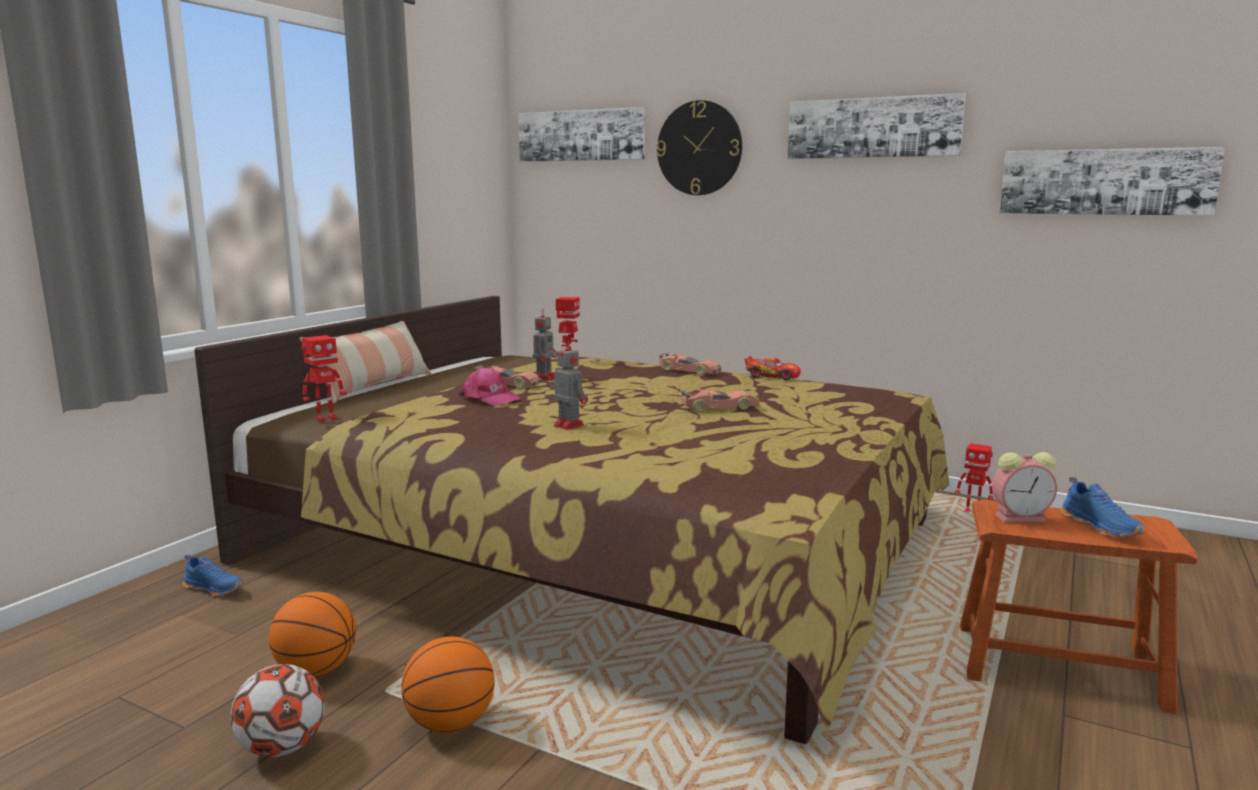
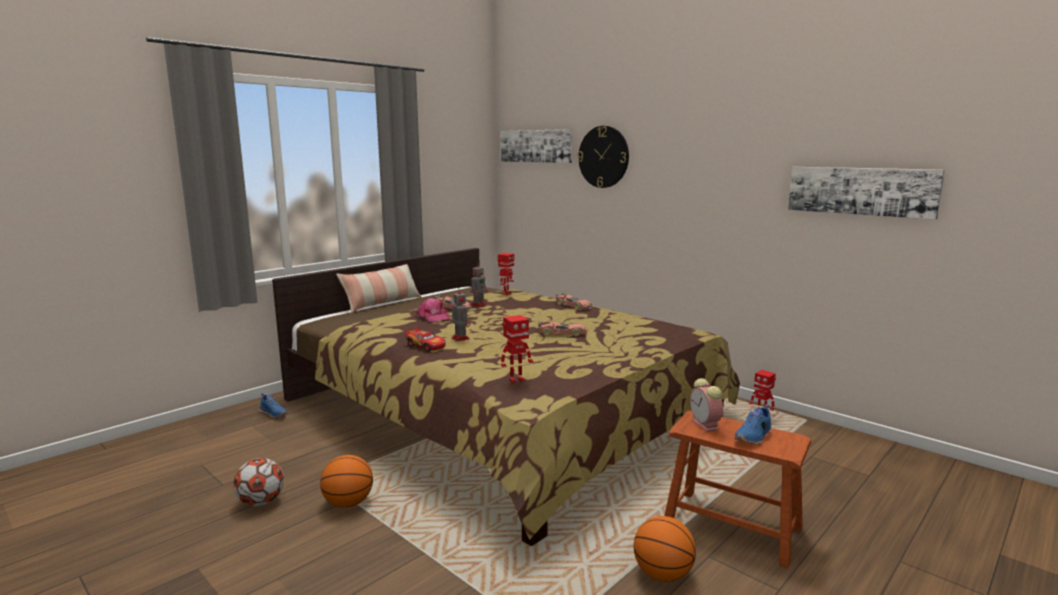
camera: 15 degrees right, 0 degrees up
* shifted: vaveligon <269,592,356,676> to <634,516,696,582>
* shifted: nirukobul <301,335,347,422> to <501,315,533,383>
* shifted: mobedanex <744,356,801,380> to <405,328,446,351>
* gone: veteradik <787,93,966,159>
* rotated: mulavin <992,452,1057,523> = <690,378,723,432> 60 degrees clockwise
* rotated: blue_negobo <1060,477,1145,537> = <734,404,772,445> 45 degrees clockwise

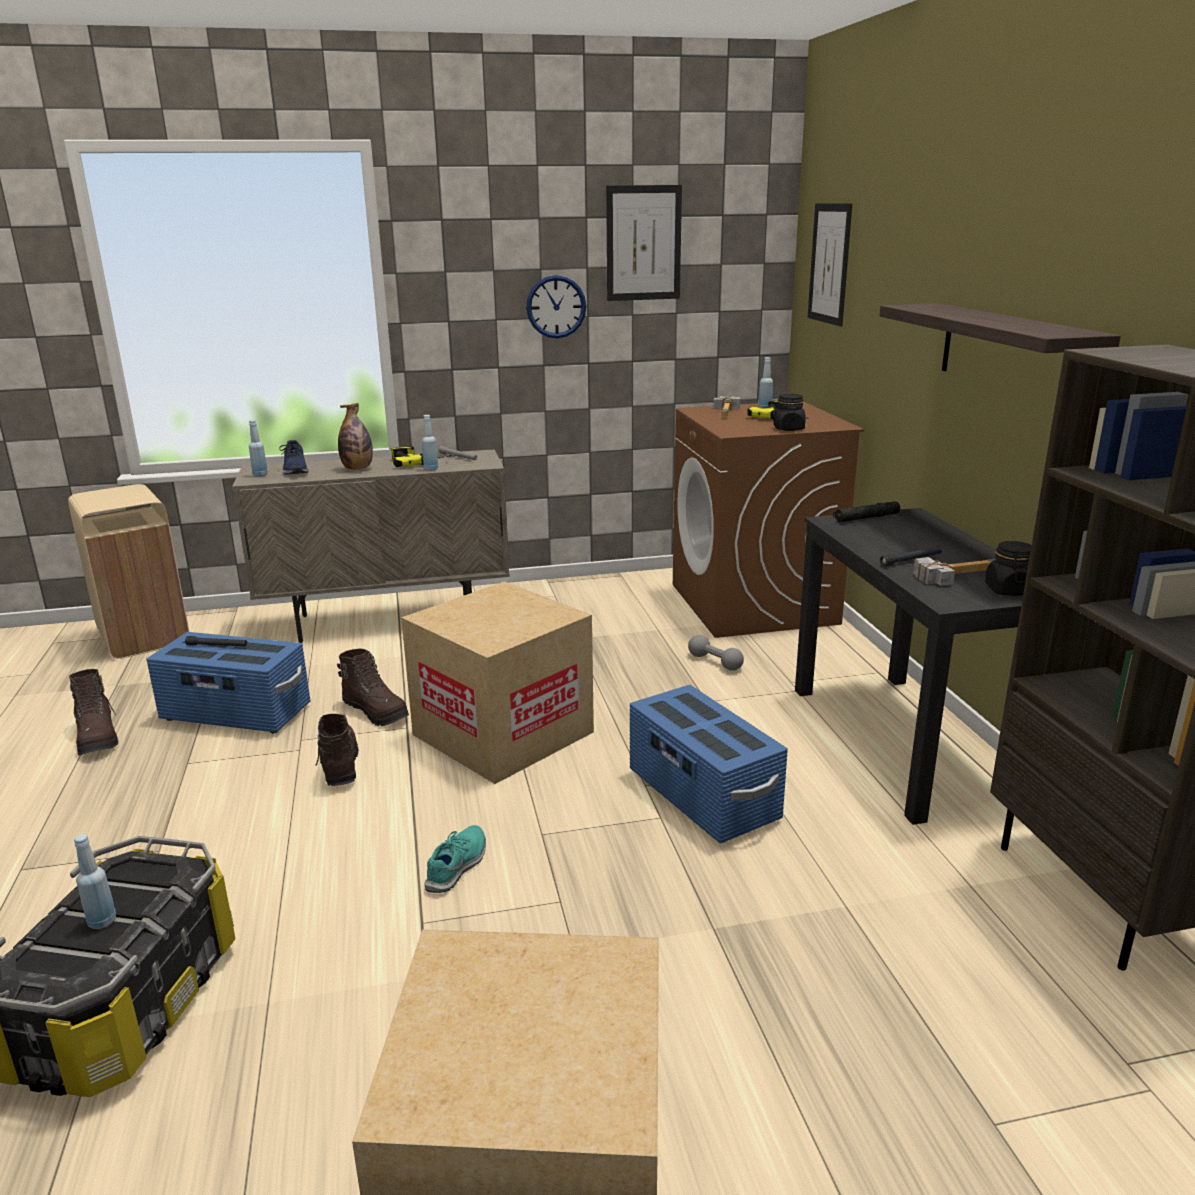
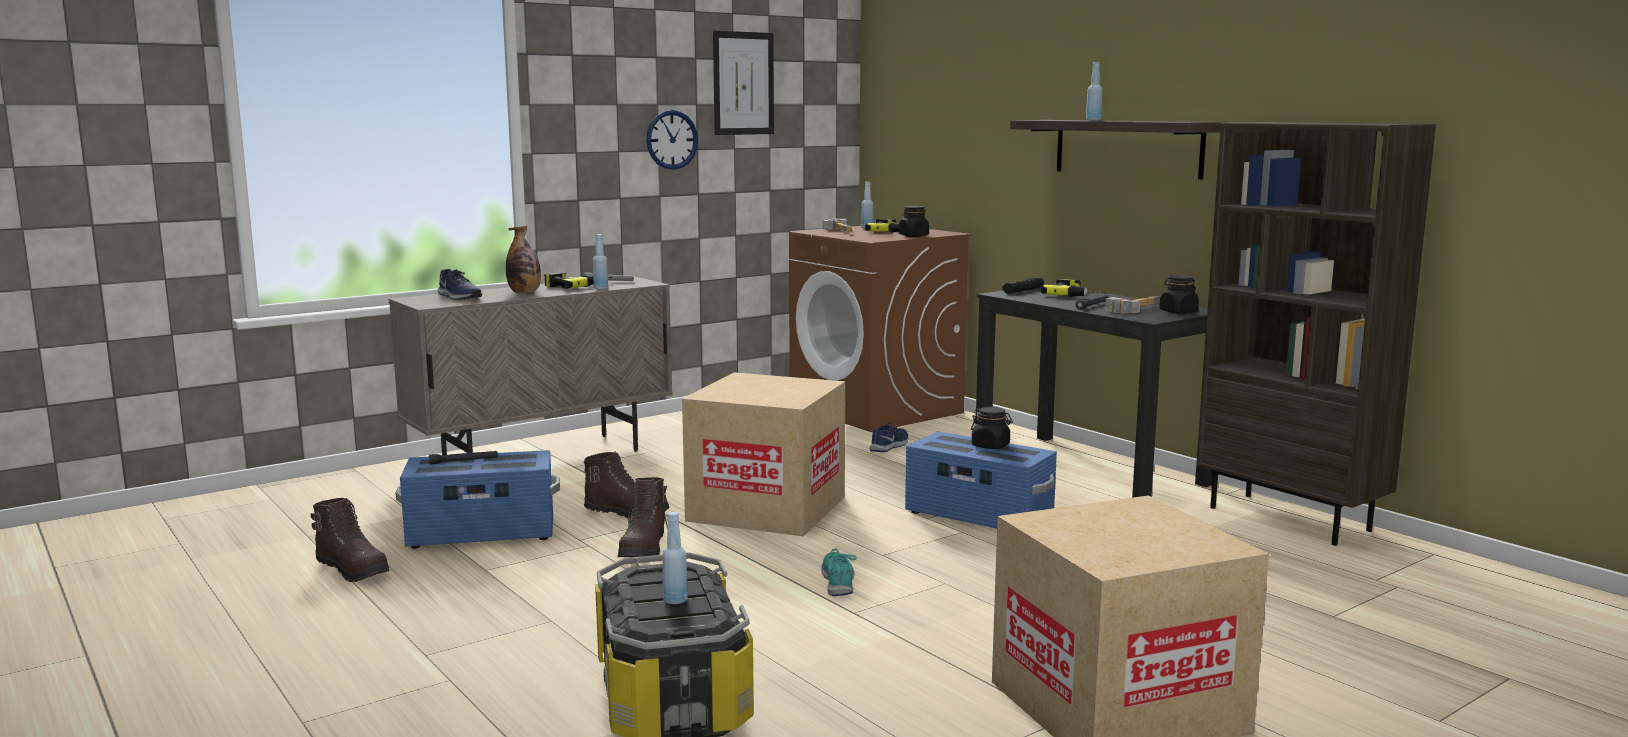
camera: 25 degrees left, 10 degrees down
* gone: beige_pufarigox <68,484,189,659>
* shifted: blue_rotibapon <249,420,268,477> to <1086,62,1102,121>
* rotated: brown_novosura <315,714,359,786> = <617,477,668,557> 135 degrees counterclockwise
* swapped: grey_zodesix <688,635,744,671> to blue_negobo <870,422,908,452>
* gone: veteradik <808,203,852,326>
* new: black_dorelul <971,407,1013,449>
* new: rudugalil <1041,279,1109,297>

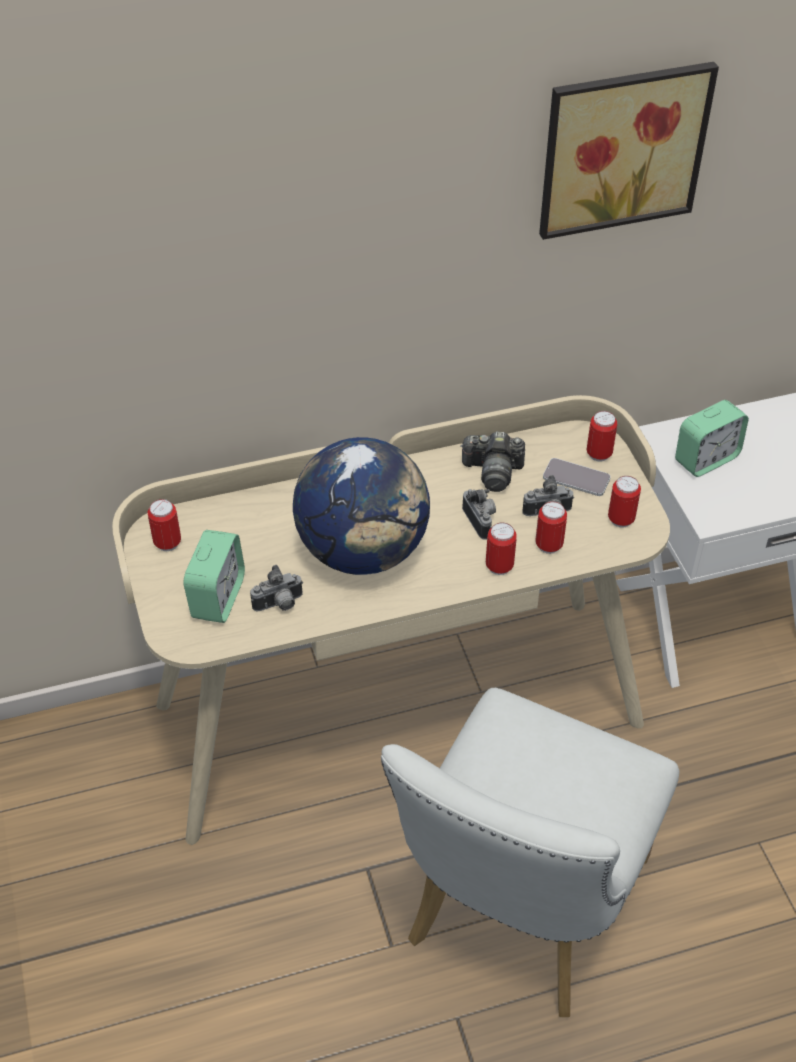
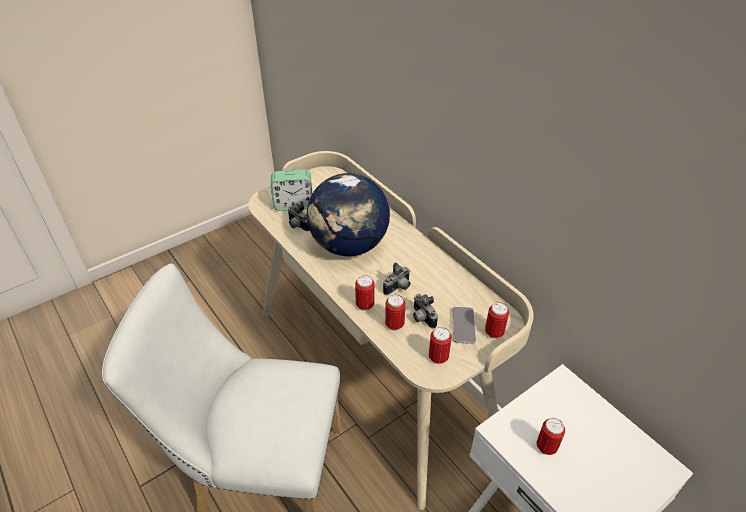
camera: 70 degrees right, 5 degrees down
* shifted: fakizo <148,499,181,551> to <537,418,565,455>
* gone: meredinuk <460,431,525,492>
* gone: veteradik <539,62,719,240>
* gone: mulavin <675,400,749,477>

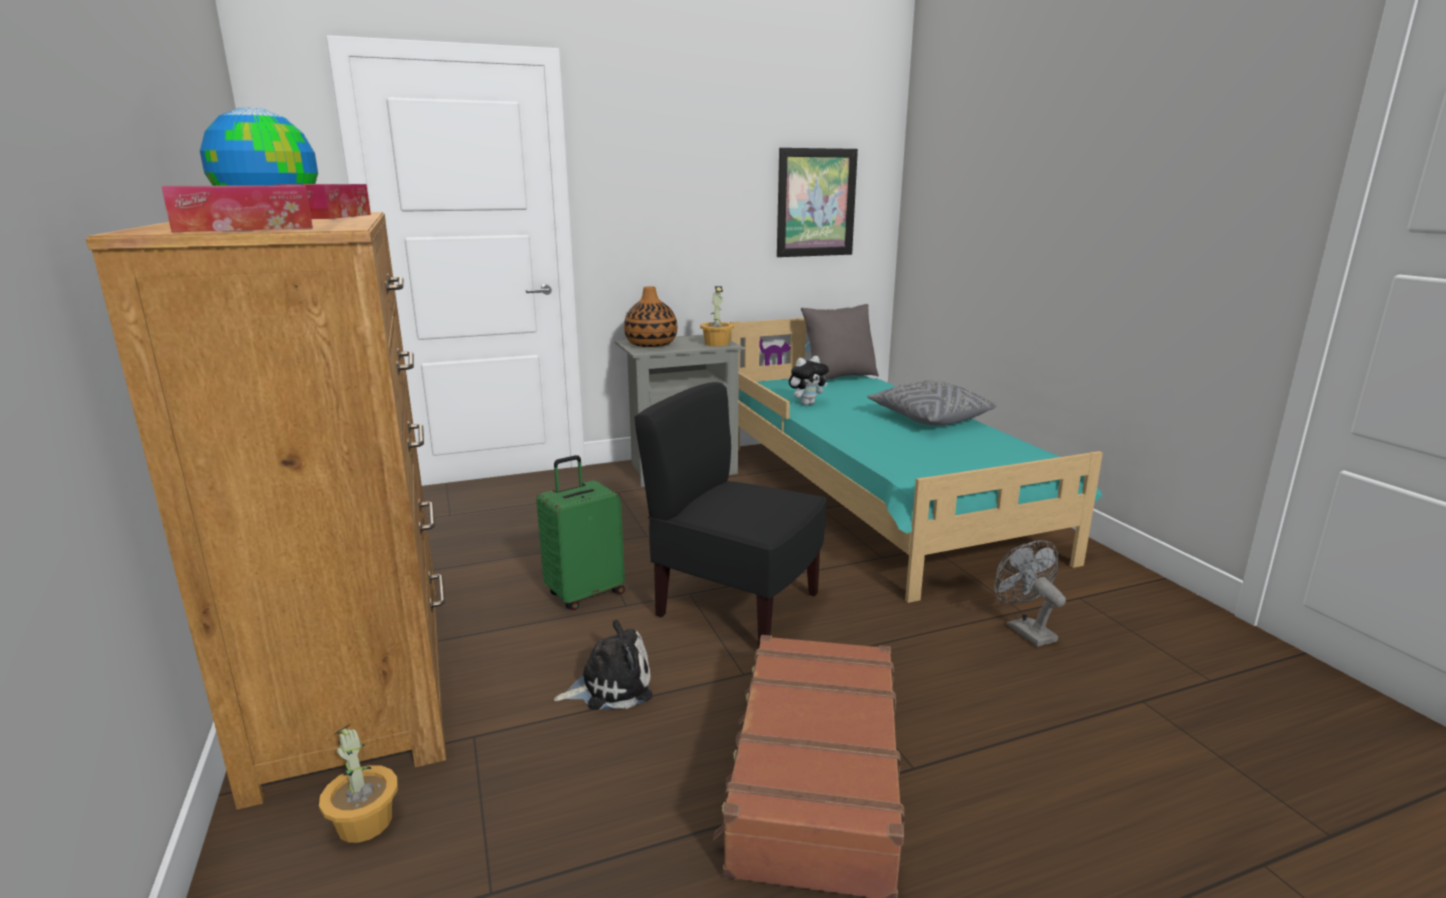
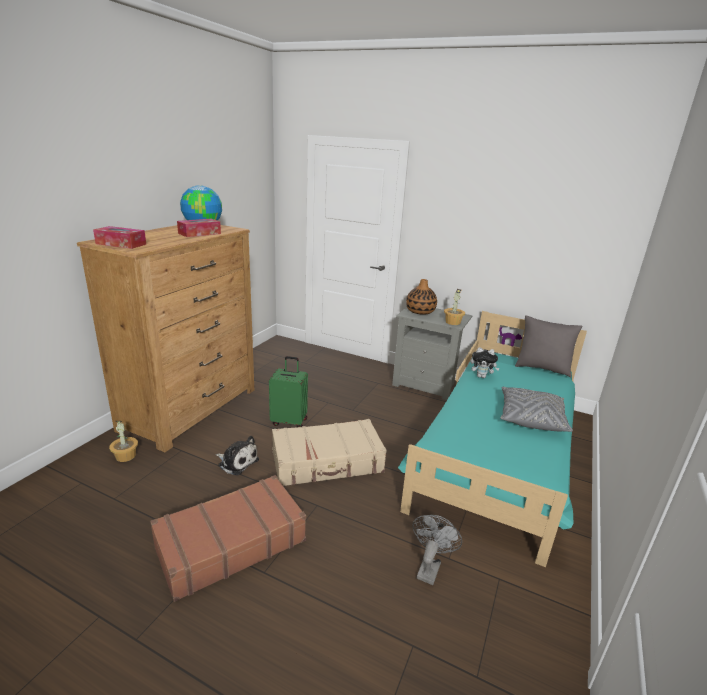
camera: 45 degrees right, 5 degrees up
* swapped: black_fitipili <634,382,827,648> to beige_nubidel <272,419,387,486>
* gone: veteradik <777,148,858,257>

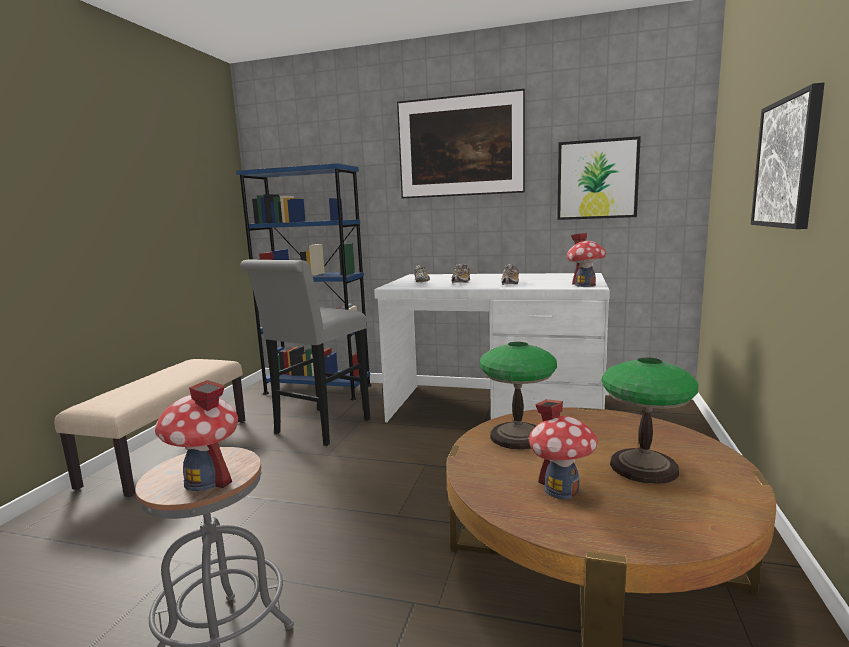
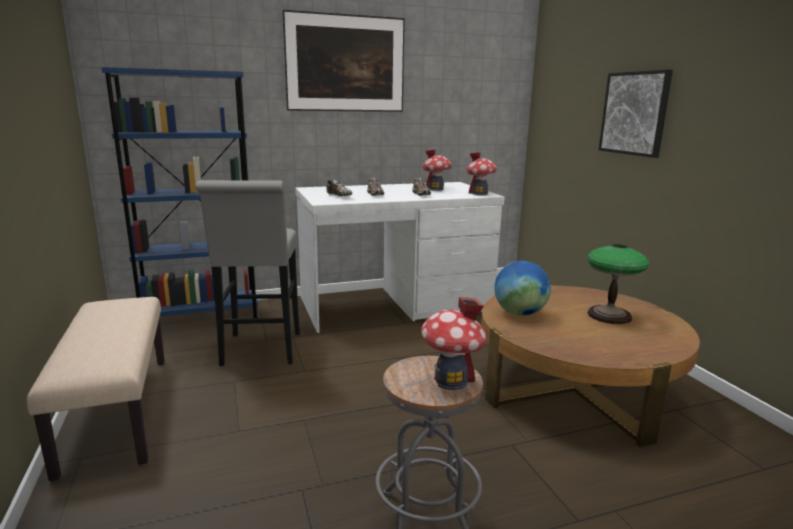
camera: 35 degrees left, 5 degrees up
* swapped: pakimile <479,342,557,450> to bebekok <494,261,551,316>
* shifted: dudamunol <529,399,598,499> to <423,149,452,191>
* gone: veteradik <557,136,641,220>

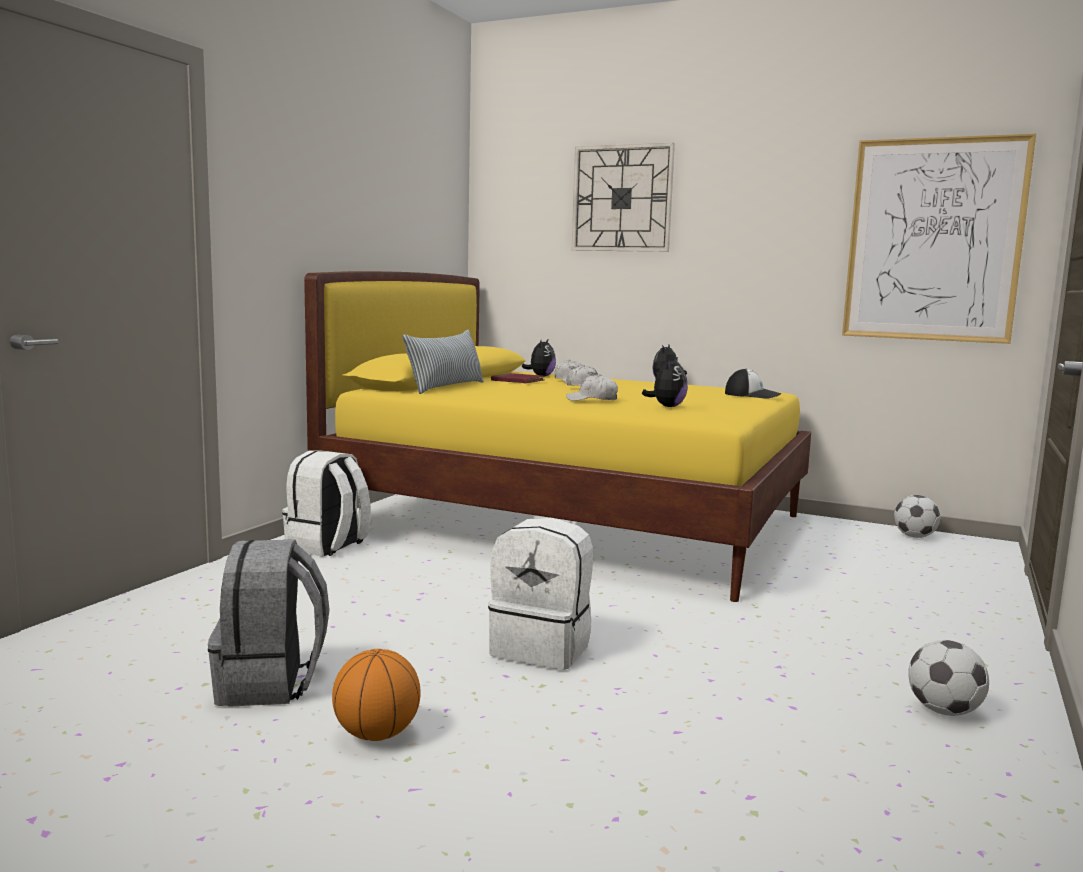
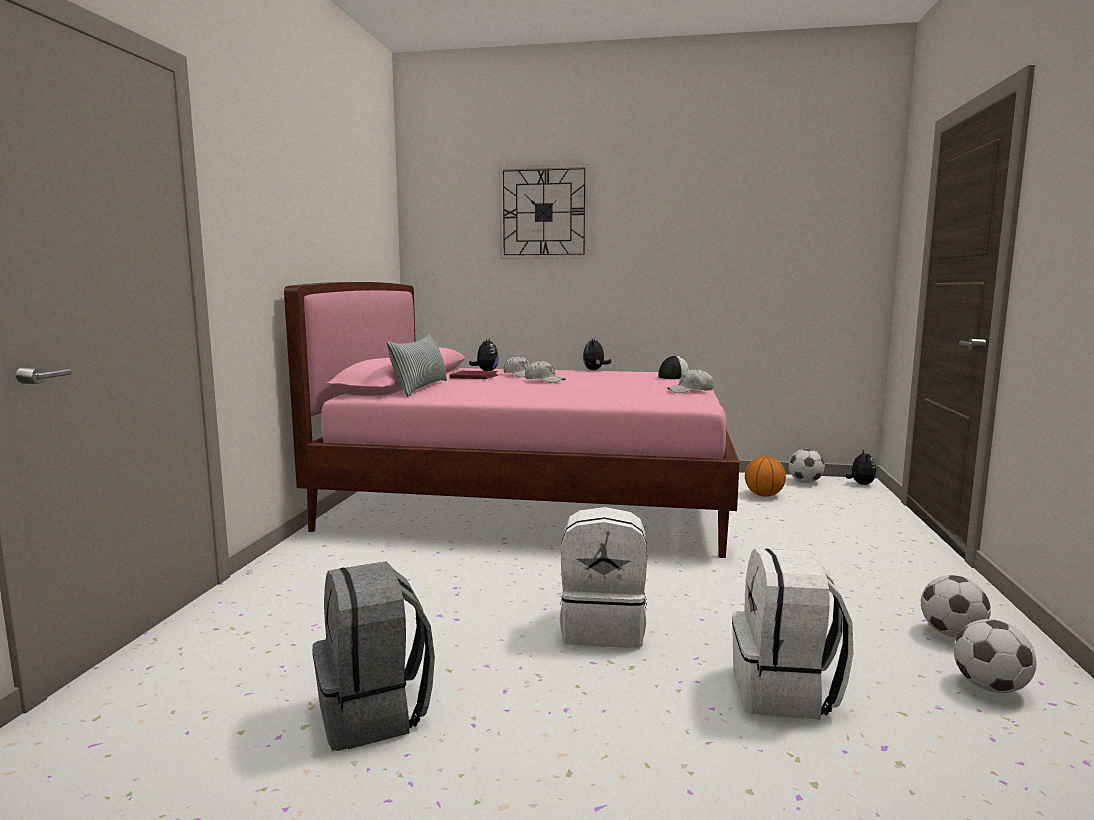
camera: 15 degrees left, 0 degrees up
* shifted: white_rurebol <282,451,371,557> to <732,549,854,719>
* repainted: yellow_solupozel <304,271,811,602> to pink_solupozel <284,282,740,558>
* shifted: vaveligon <332,649,421,741> to <745,456,786,497>
* shifted: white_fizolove <566,375,618,401> to <667,369,714,393>
* shifted: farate <642,357,688,407> to <846,450,876,485>
* gone: veteradik <842,133,1036,344>
* new: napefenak <954,619,1037,693>

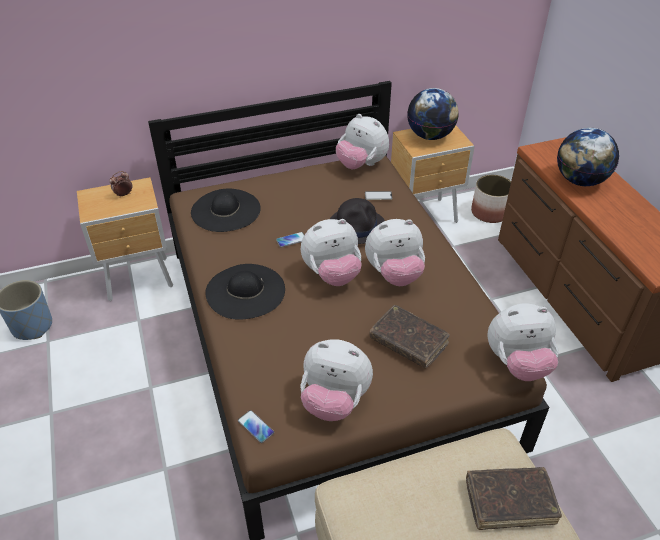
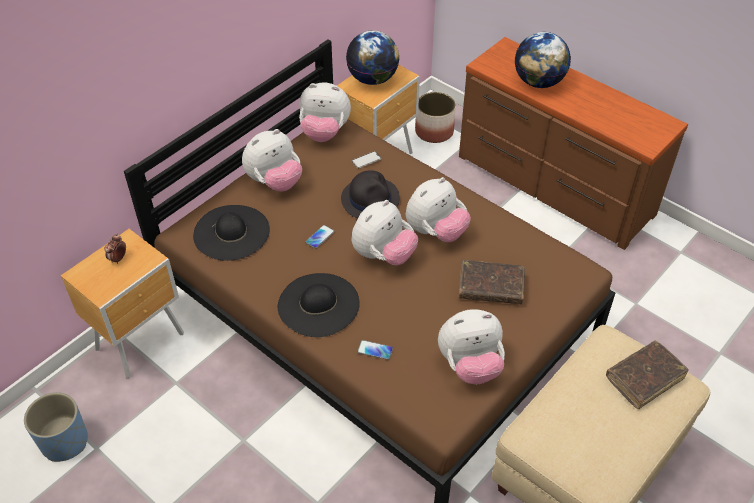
camera: 30 degrees left, 5 degrees up
* shifted: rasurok <238,410,274,443> to <357,340,393,360>
* shifted: farate <487,303,559,381> to <242,129,302,192>

